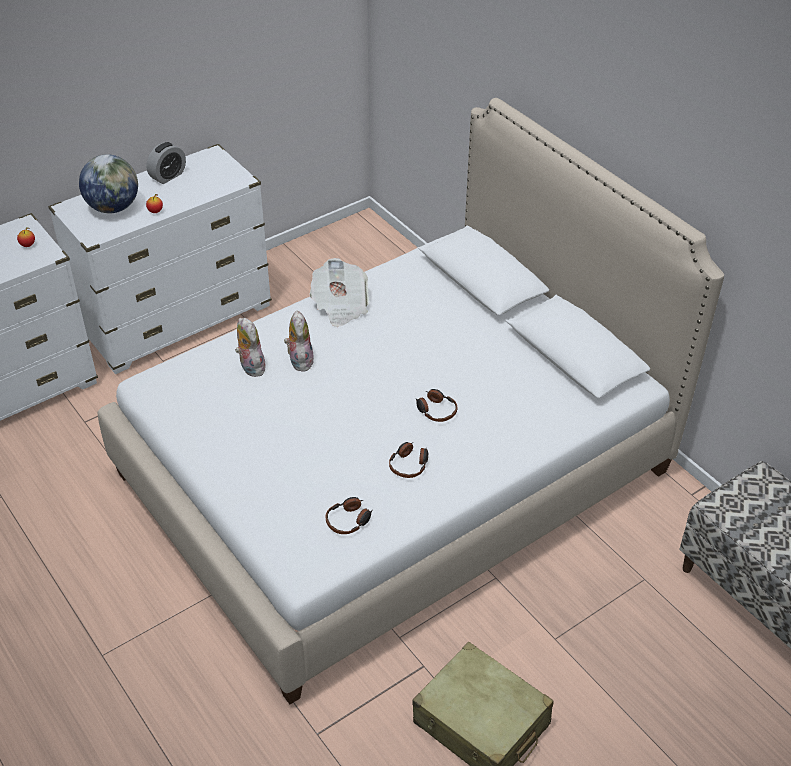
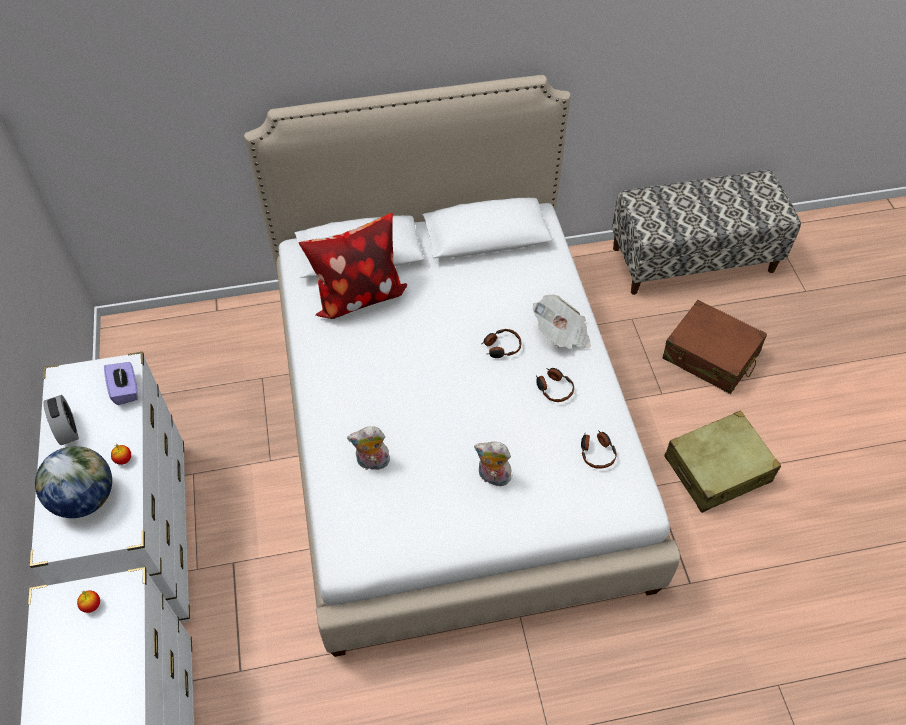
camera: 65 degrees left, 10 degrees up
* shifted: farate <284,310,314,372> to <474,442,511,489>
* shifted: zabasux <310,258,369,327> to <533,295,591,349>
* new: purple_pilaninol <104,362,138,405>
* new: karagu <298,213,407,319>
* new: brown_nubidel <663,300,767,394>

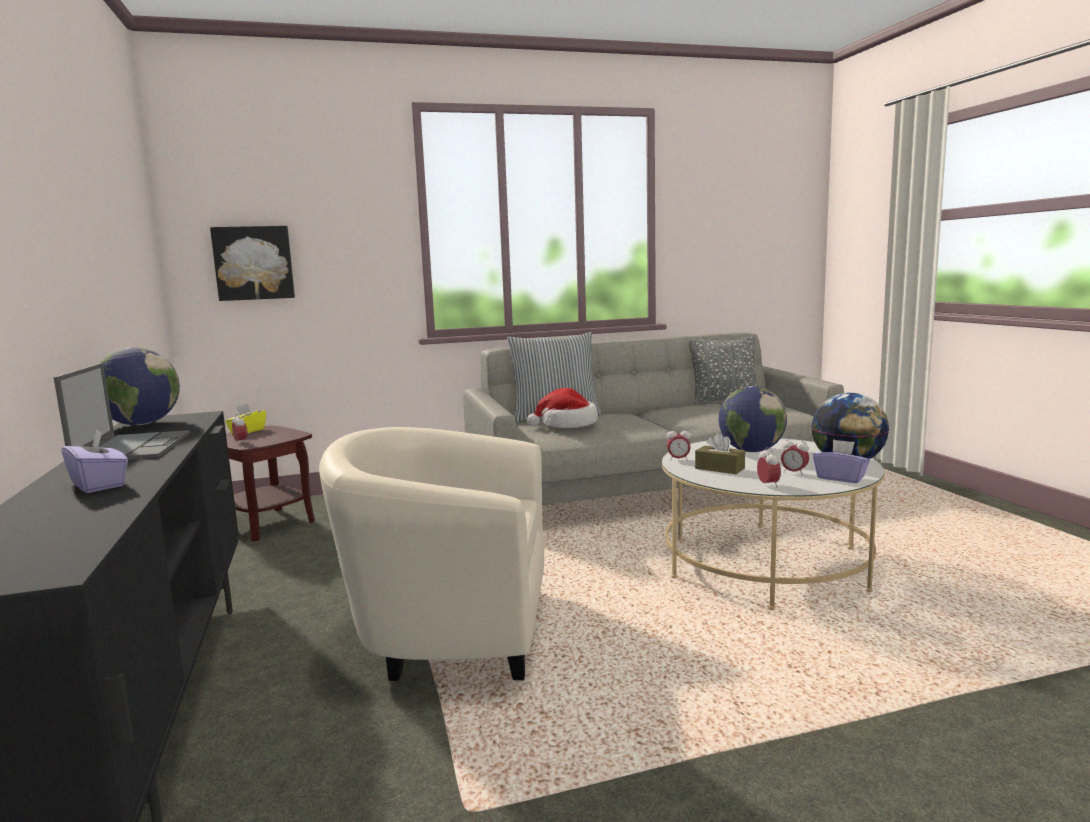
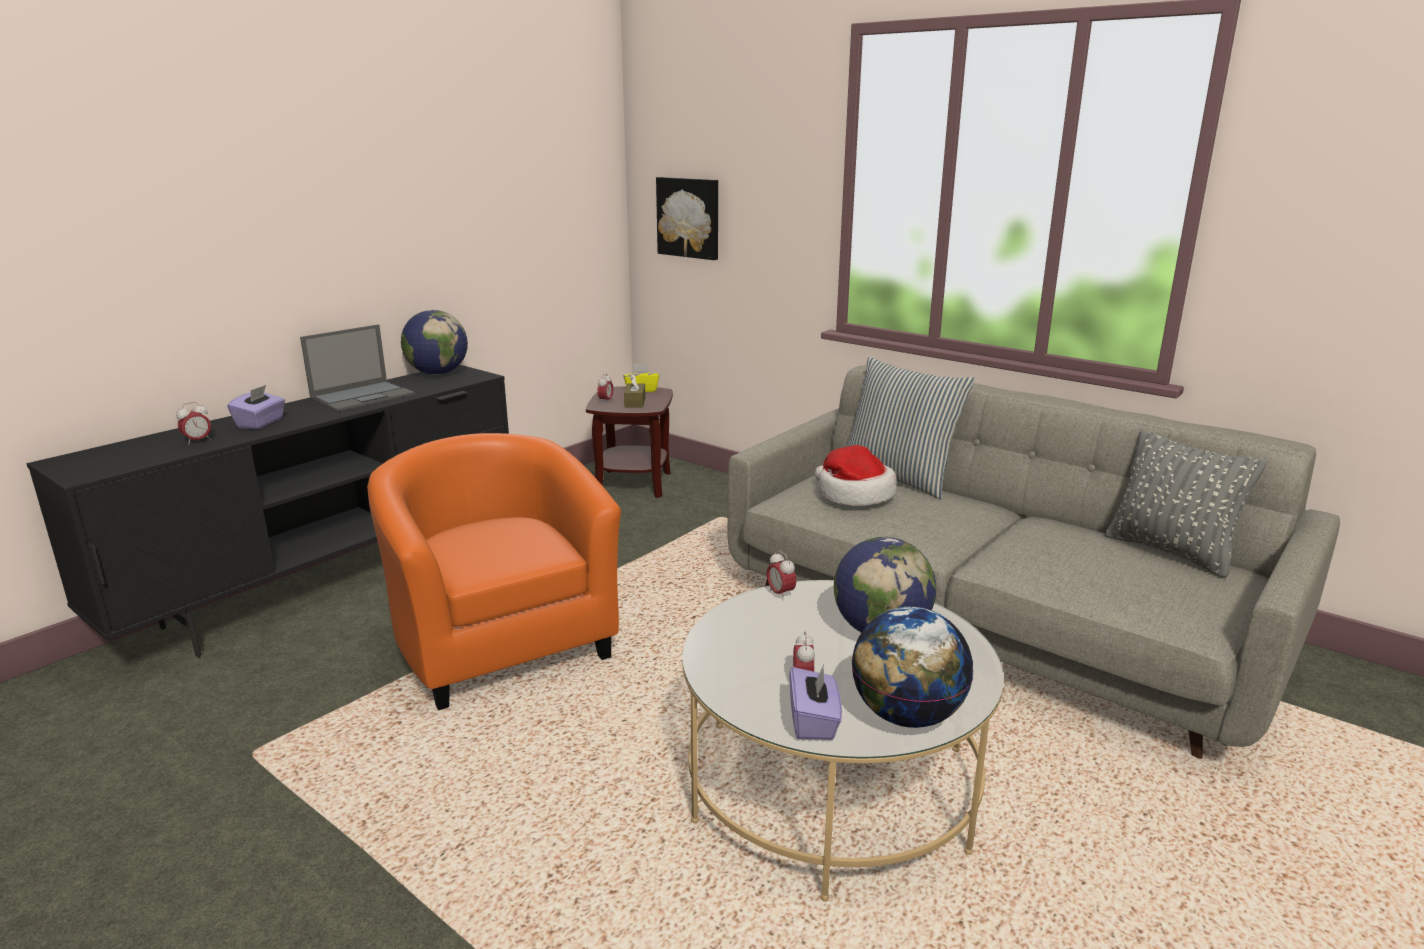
camera: 55 degrees right, 10 degrees up
* repainted: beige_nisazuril <319,427,544,681> to orange_nisazuril <367,433,621,710>
* shifted: brown_pilaninol <695,433,745,474> to <624,374,646,407>
* shifted: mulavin <757,447,781,488> to <176,402,211,445>

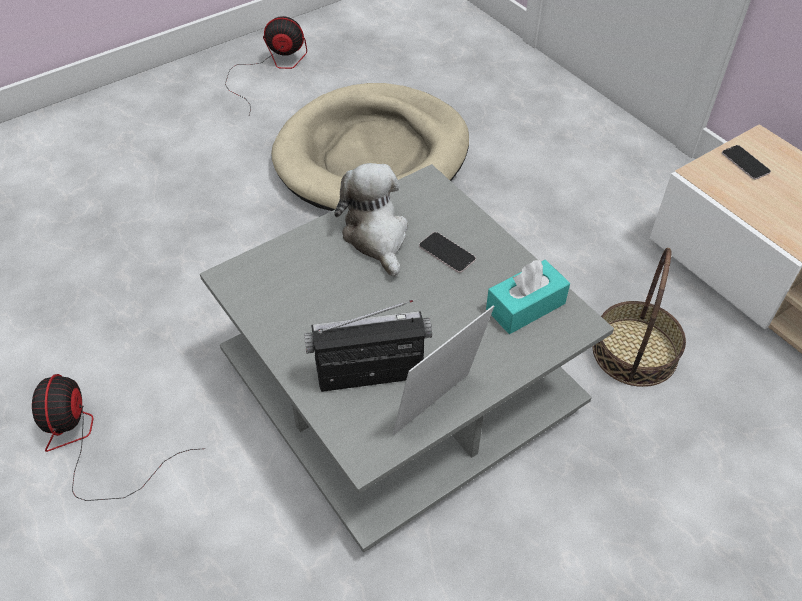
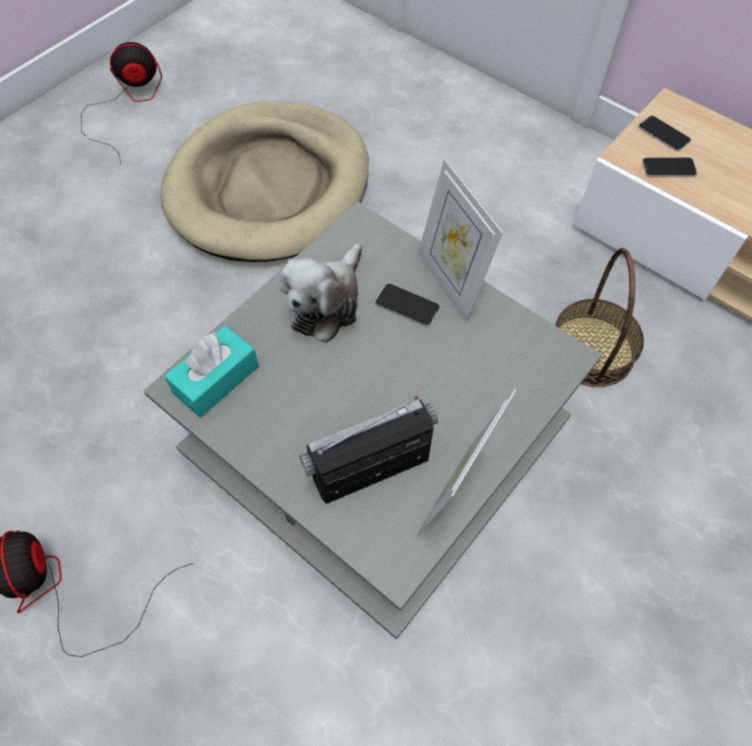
camera: 15 degrees left, 10 degrees up
* rotated: farate <334,163,408,277> = <279,243,362,343> 120 degrees counterclockwise
* shifted: turquoise_pilaninol <486,259,570,334> to <164,325,259,418>
* new: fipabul <418,159,503,322>
* new: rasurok <642,158,697,177>

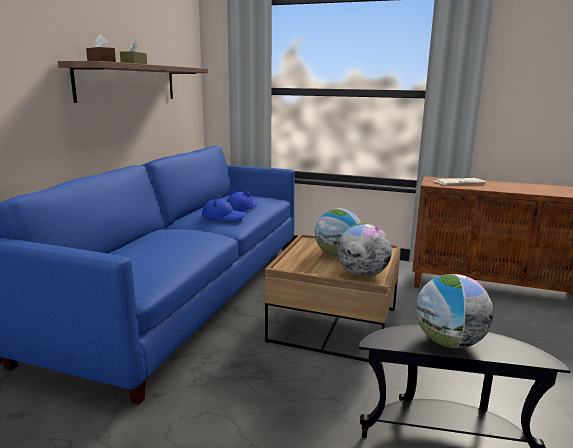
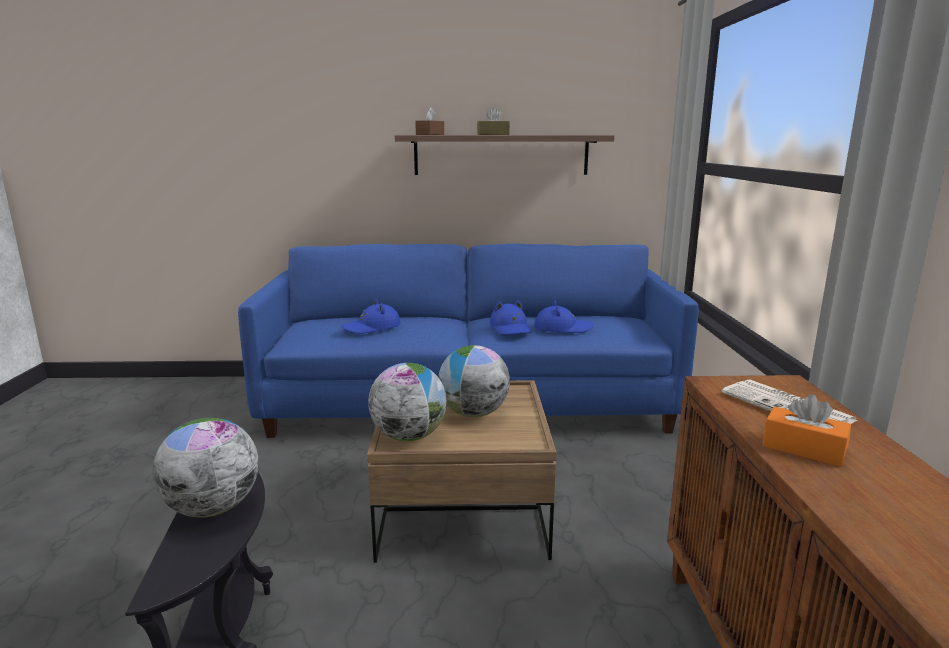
camera: 70 degrees right, 0 degrees up
* new: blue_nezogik <341,299,401,334>
* new: orange_pilaninol <762,394,851,467>

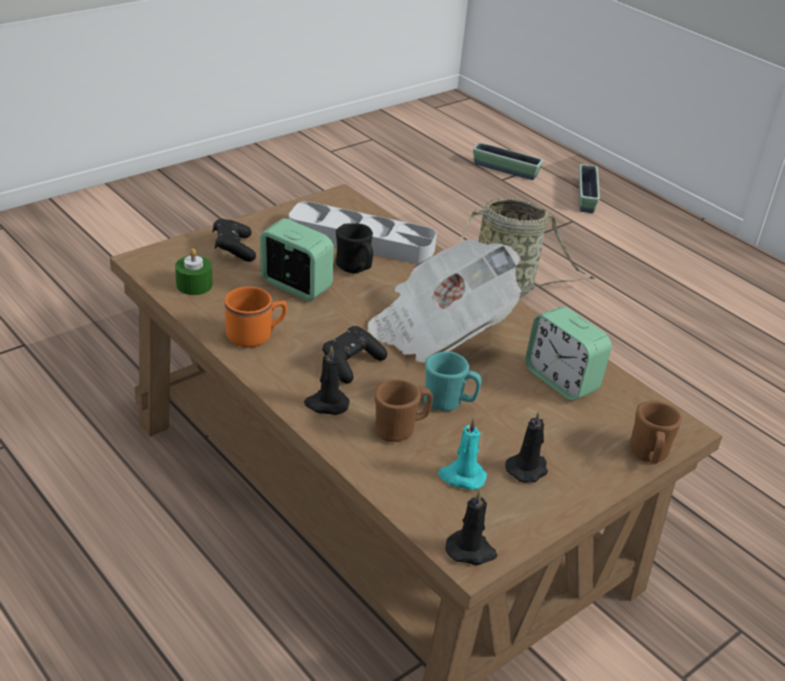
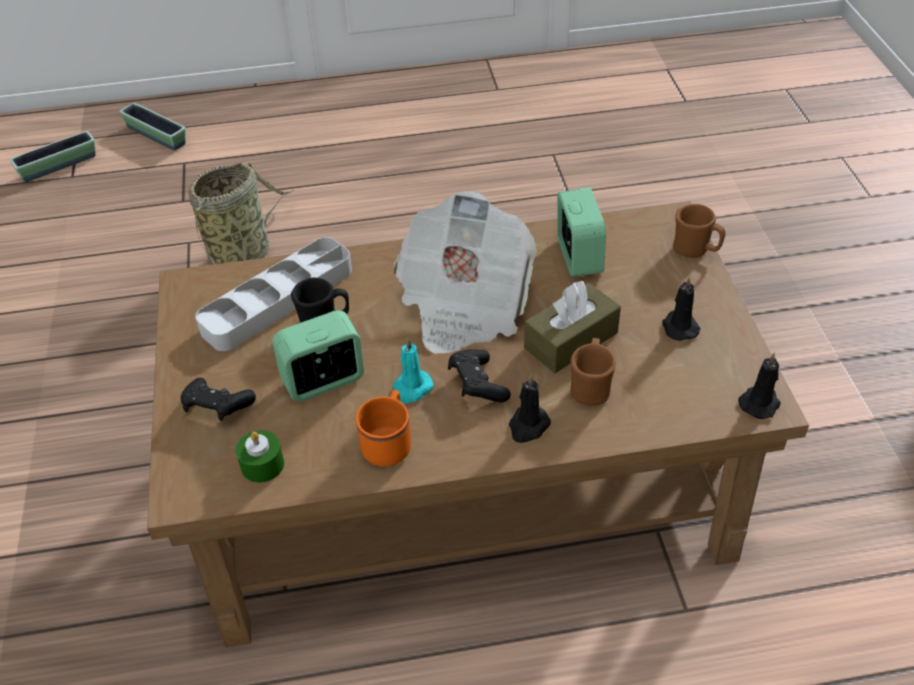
camera: 55 degrees left, 10 degrees up
* swapped: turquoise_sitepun <424,351,482,411> to brown_pilaninol <524,281,621,373>
* shifted: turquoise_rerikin <438,417,487,490> to <393,337,433,404>
* rotated: mulavin <525,306,612,401> = <557,187,606,277> 90 degrees counterclockwise

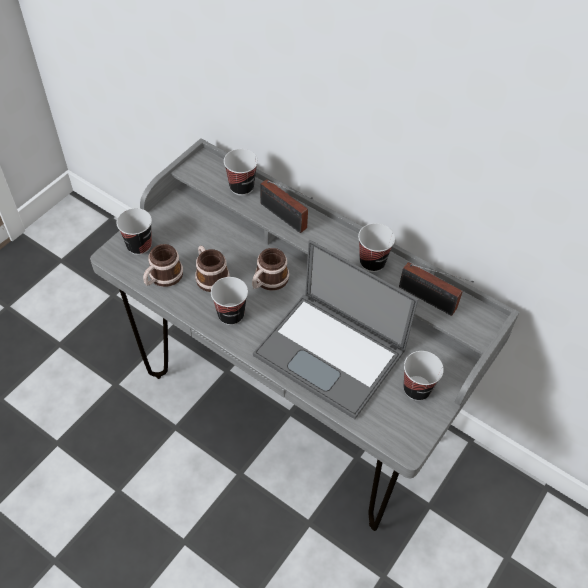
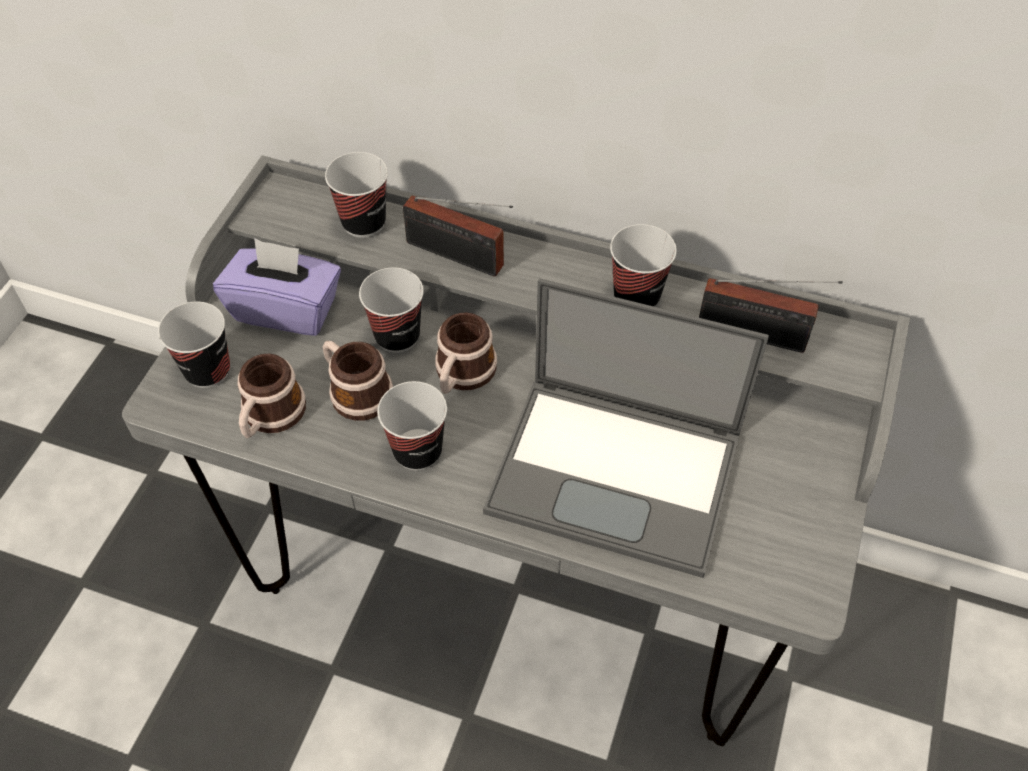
camera: 15 degrees left, 0 degrees up
* shifted: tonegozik <403,351,444,401> to <359,268,424,353>
* new: purple_pilaninol <213,238,341,336>

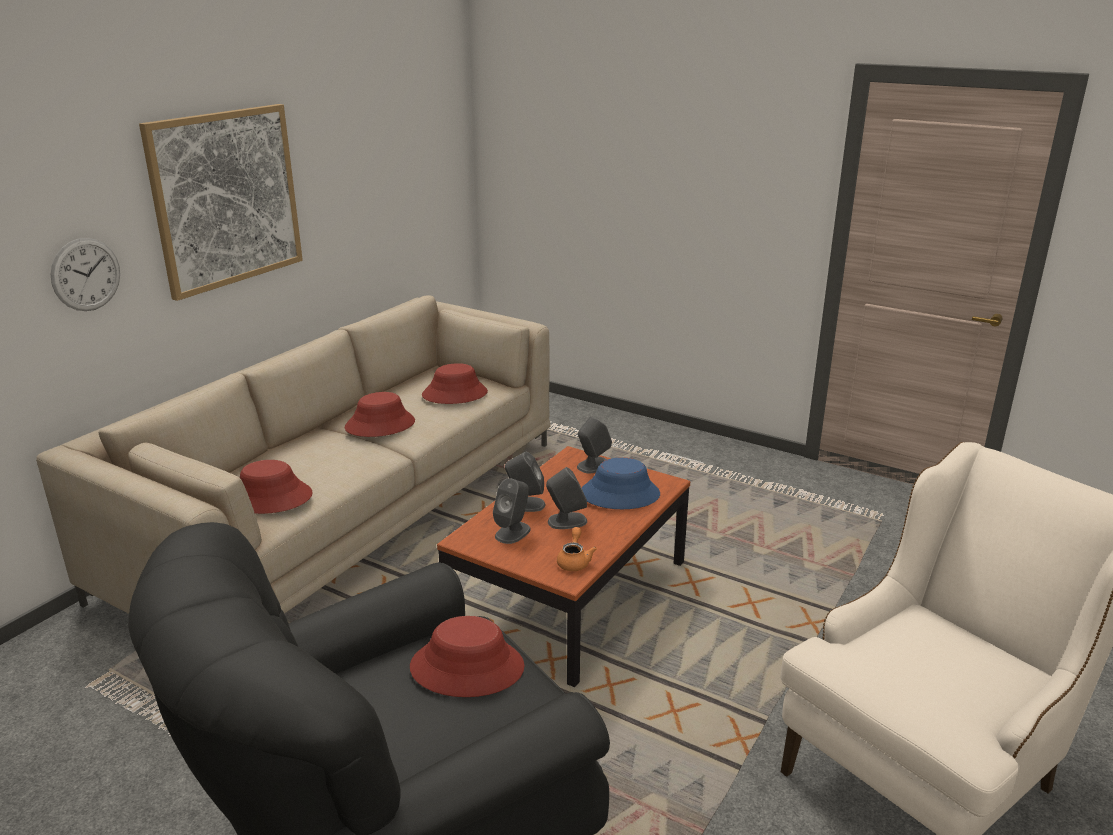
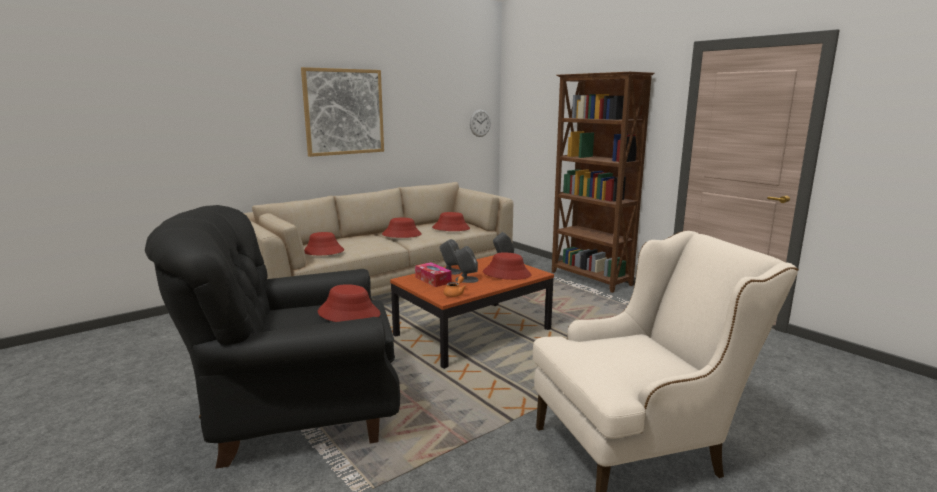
camera: 20 degrees right, 10 degrees down
* shifted: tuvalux <50,238,120,311> to <470,109,491,137>
* swapped: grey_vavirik <493,478,531,544> to pilaninol <415,262,452,287>
* repainted: blue_nezogik <582,457,660,509> to red_nezogik <483,252,531,280>
* new: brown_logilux <552,72,655,293>

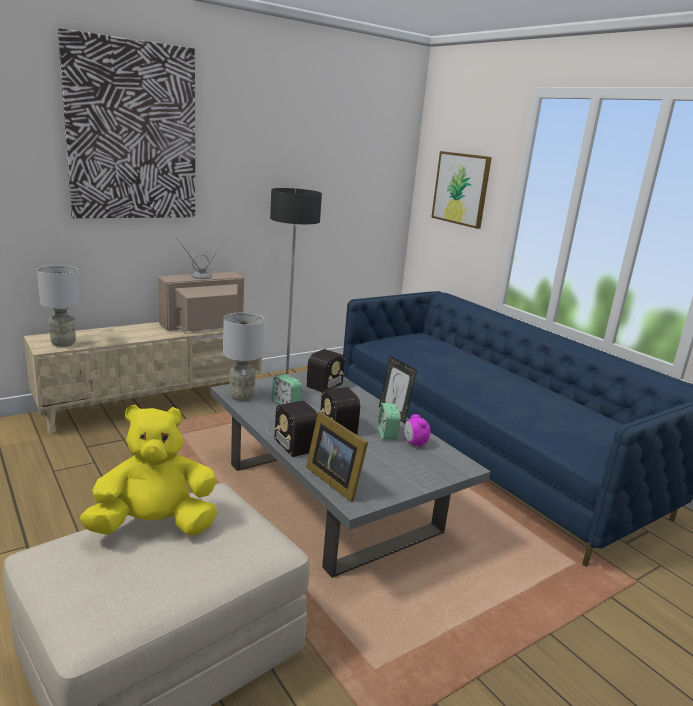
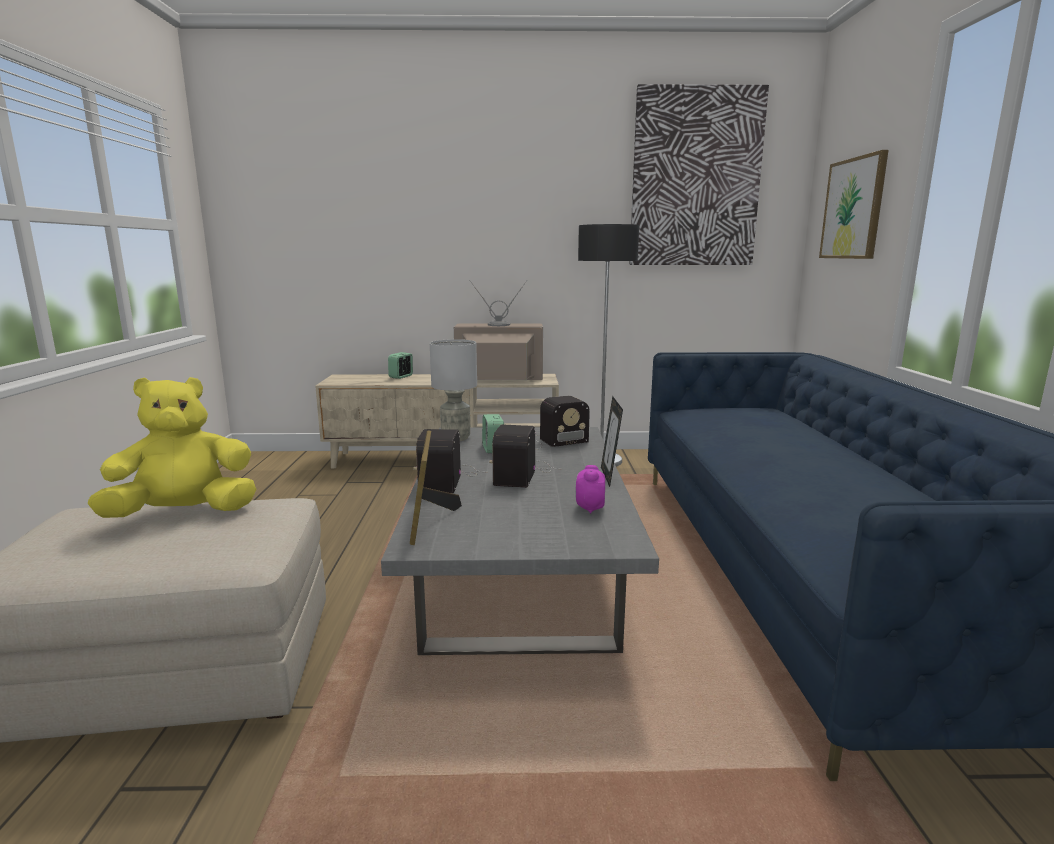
camera: 35 degrees right, 5 degrees down
* gone: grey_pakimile <37,265,80,347>
* shifted: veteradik <58,28,195,218> to <630,84,769,265>
* rotated: yellow_farate <80,405,217,536> = <87,377,257,518> 45 degrees counterclockwise
* shifted: mulavin <378,403,401,440> to <388,352,413,379>

